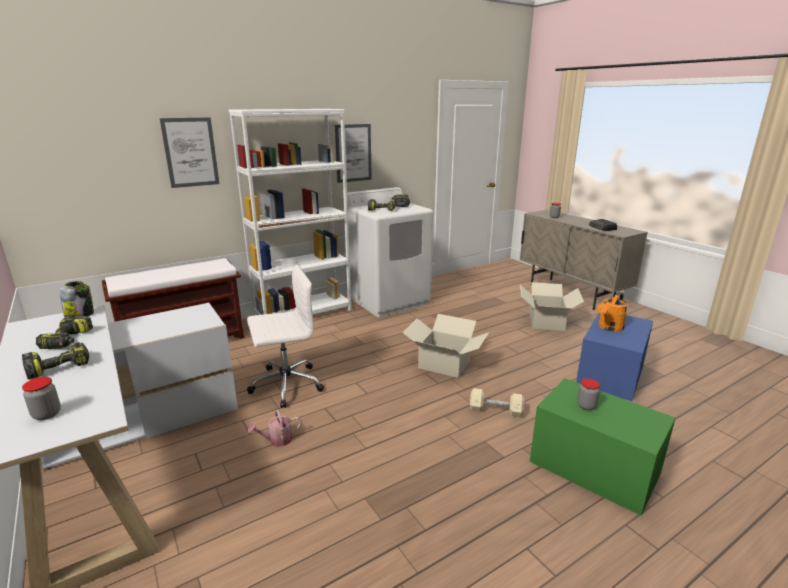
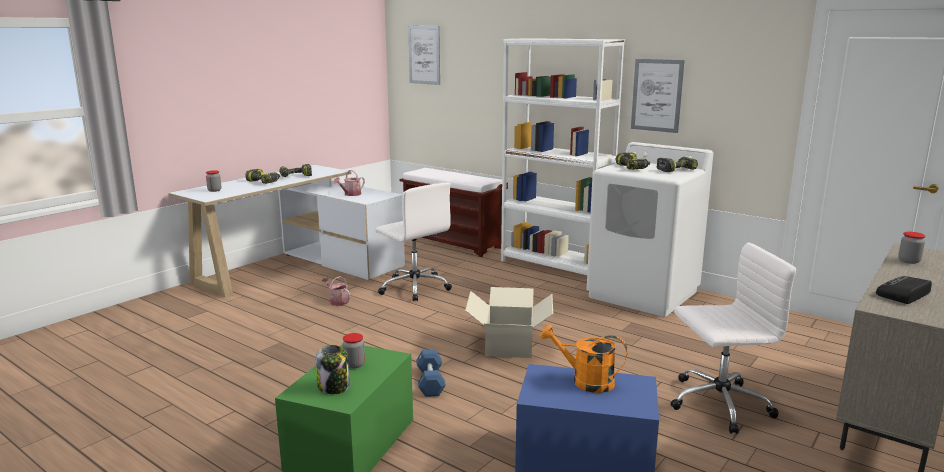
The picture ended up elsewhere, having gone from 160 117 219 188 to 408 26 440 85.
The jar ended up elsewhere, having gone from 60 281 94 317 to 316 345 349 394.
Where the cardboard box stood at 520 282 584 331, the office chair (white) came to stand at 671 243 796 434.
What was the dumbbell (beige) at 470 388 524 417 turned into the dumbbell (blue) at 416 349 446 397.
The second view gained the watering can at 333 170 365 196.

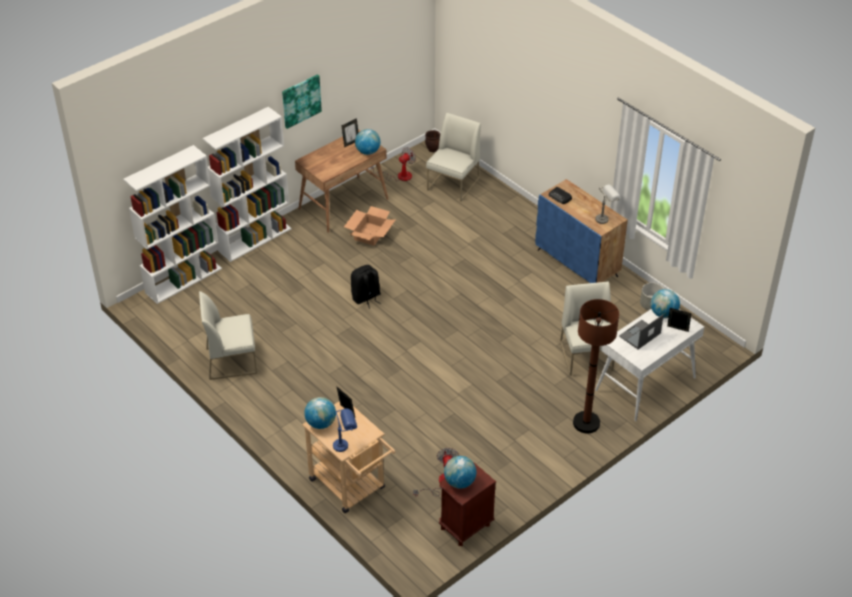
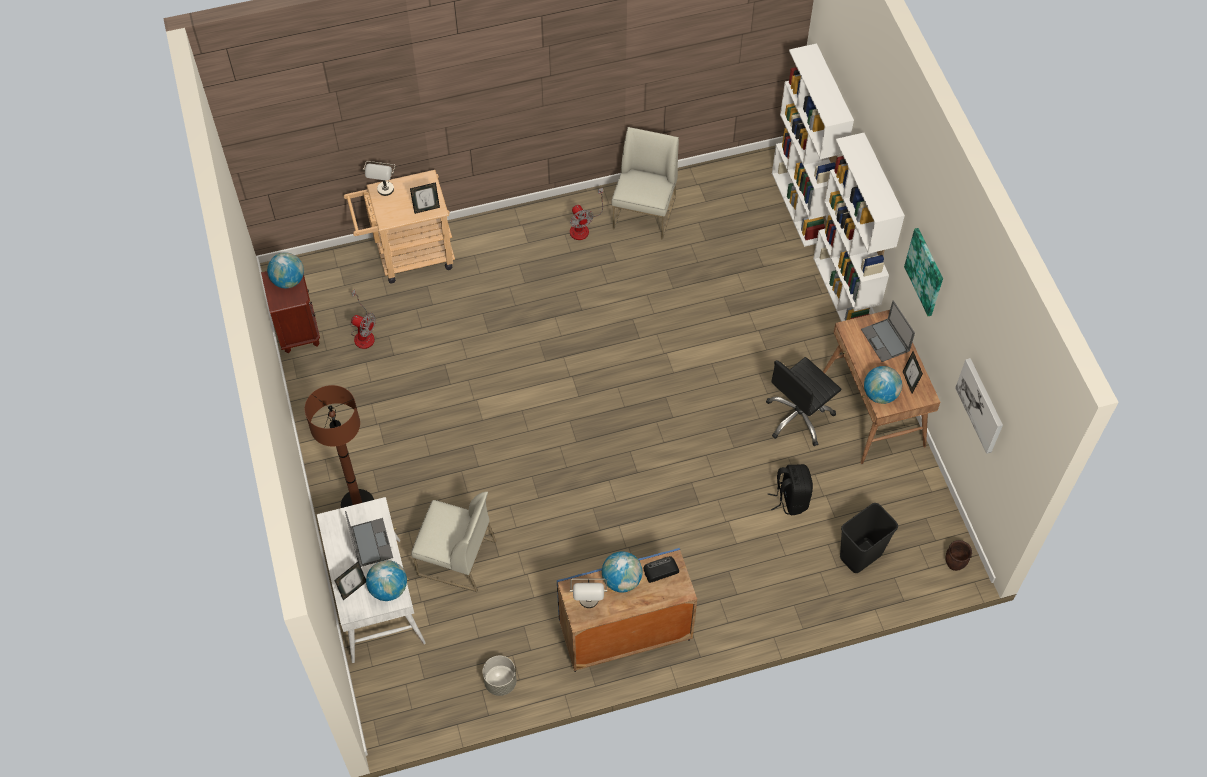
Where the chair (white) stood at 426 112 481 202, the trash can (black) came to stand at 840 503 898 573.
The fan ended up elsewhere, having gone from 370 147 416 181 to 570 188 603 240.
Where the cardboard box stood at 344 206 395 246, the office chair (black) came to stand at 766 357 841 446.
The backpack (black) ended up elsewhere, having gone from 351 265 381 309 to 768 464 813 515.
The globe ended up elsewhere, having gone from 304 397 336 429 to 602 551 642 593.
What was the table lamp (blue) at 333 408 357 452 turned into the table lamp (grey) at 363 161 396 196.
The second view gained the laptop at 861 300 915 362.
The second view gained the picture at 955 358 1003 454.

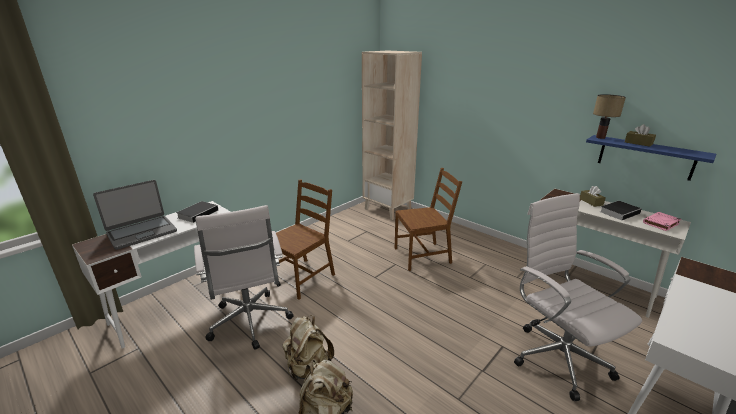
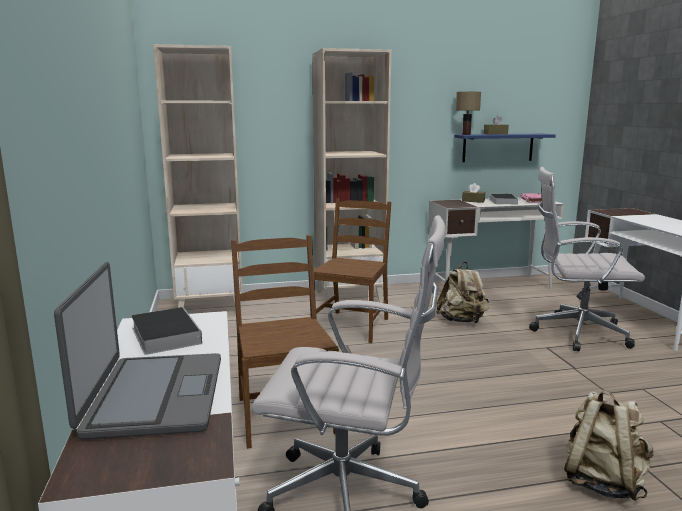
The backpack (beige) ended up elsewhere, having gone from 282 315 334 380 to 436 262 489 323.
The second view gained the bookcase (beige) at 312 48 392 303.

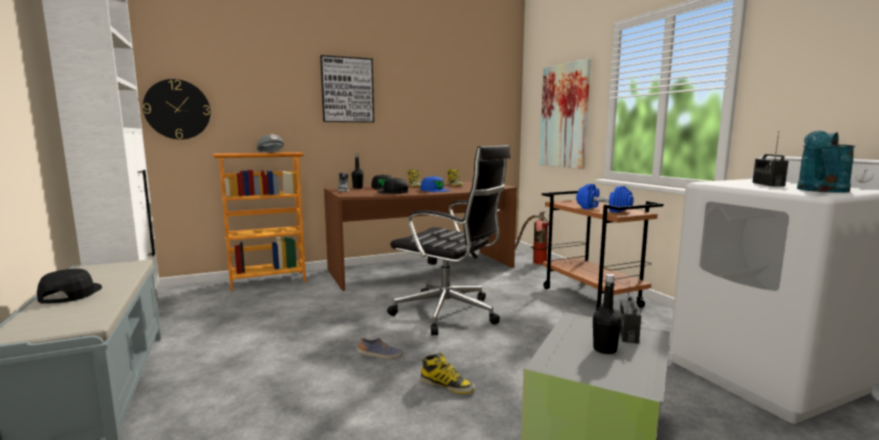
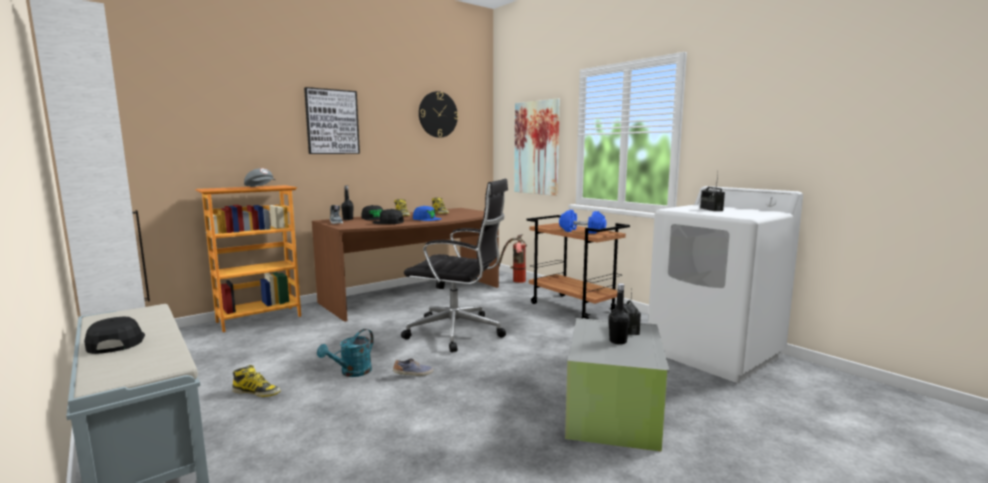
The wall clock ended up elsewhere, having gone from 143 79 210 140 to 419 91 458 138.
The watering can (turquoise) ended up elsewhere, having gone from 797 131 855 193 to 317 329 374 377.
The boot ended up elsewhere, having gone from 420 353 475 394 to 232 365 281 397.

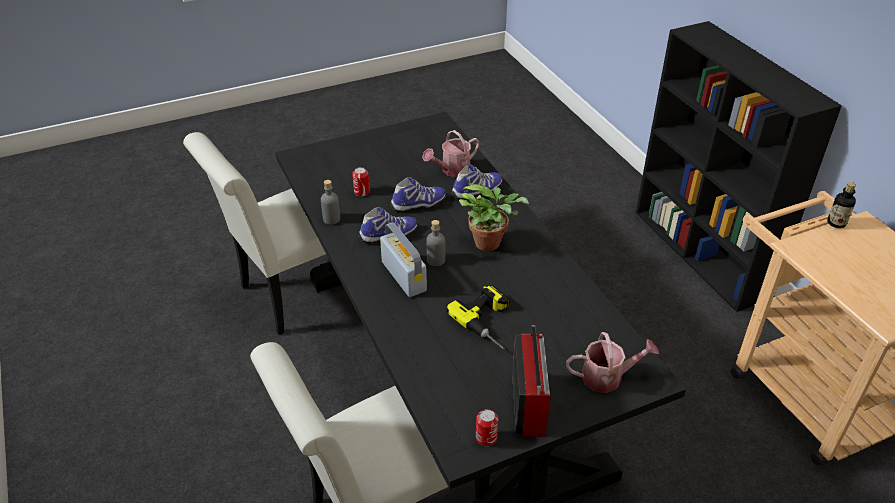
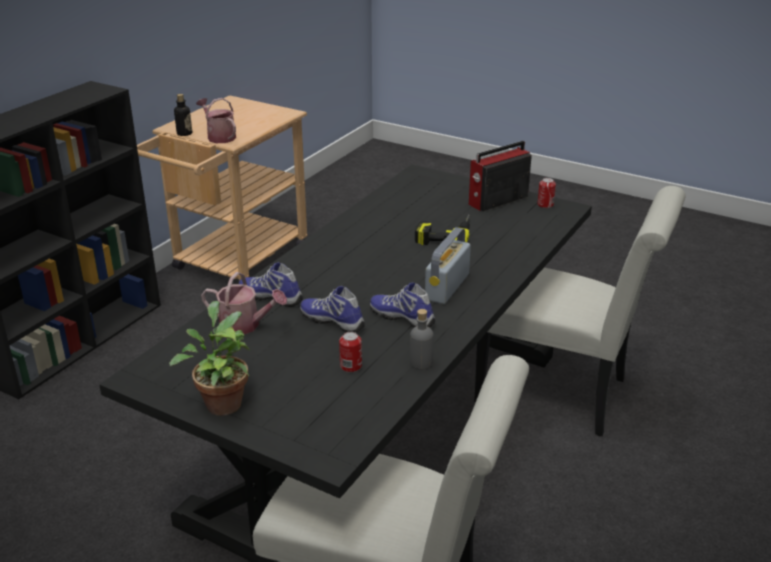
The potted plant ended up elsewhere, having gone from 459 184 529 251 to 169 301 250 416.
The second view lost the bottle (grey) at 427 220 445 266.
The watering can ended up elsewhere, having gone from 566 332 659 393 to 196 98 236 143.

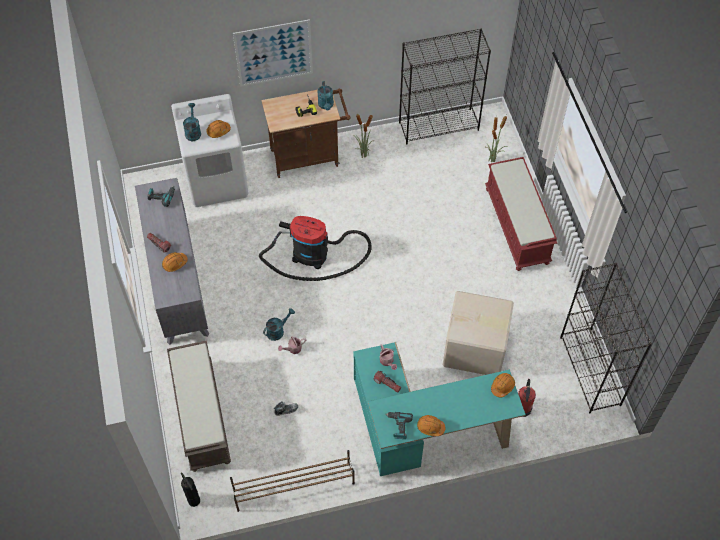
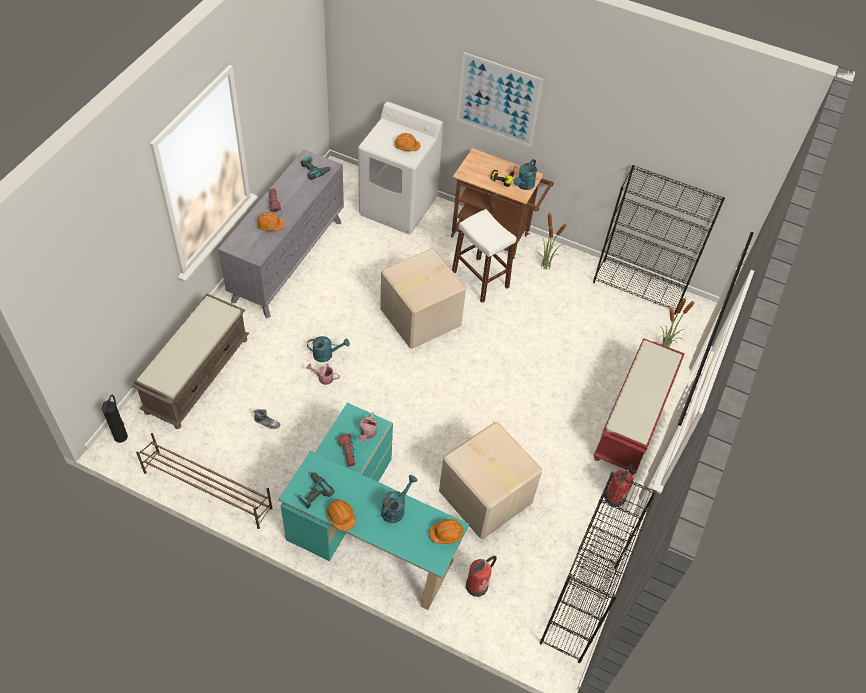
The watering can (turquoise) ended up elsewhere, having gone from 183 103 201 141 to 381 475 418 523.
Where the vacuum cleaner stood at 259 216 372 281, the cardboard box came to stand at 380 248 466 349.
The second view gained the stool (white) at 452 209 516 303.
The second view gained the fire extinguisher at 604 464 633 507.

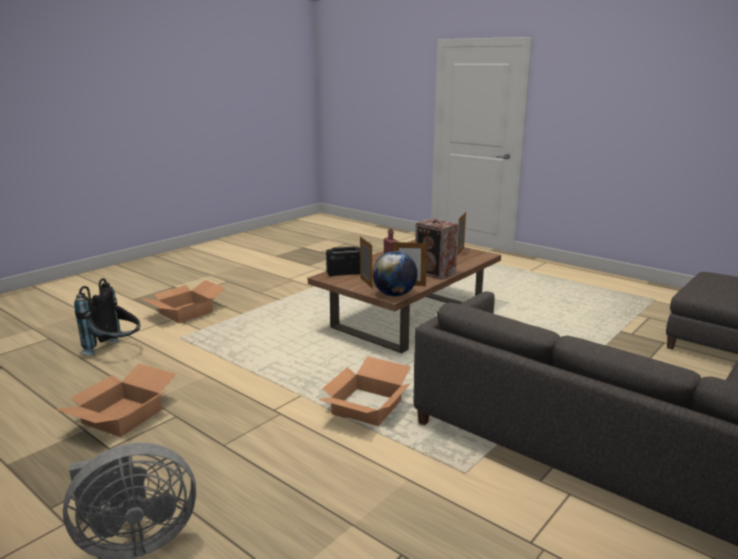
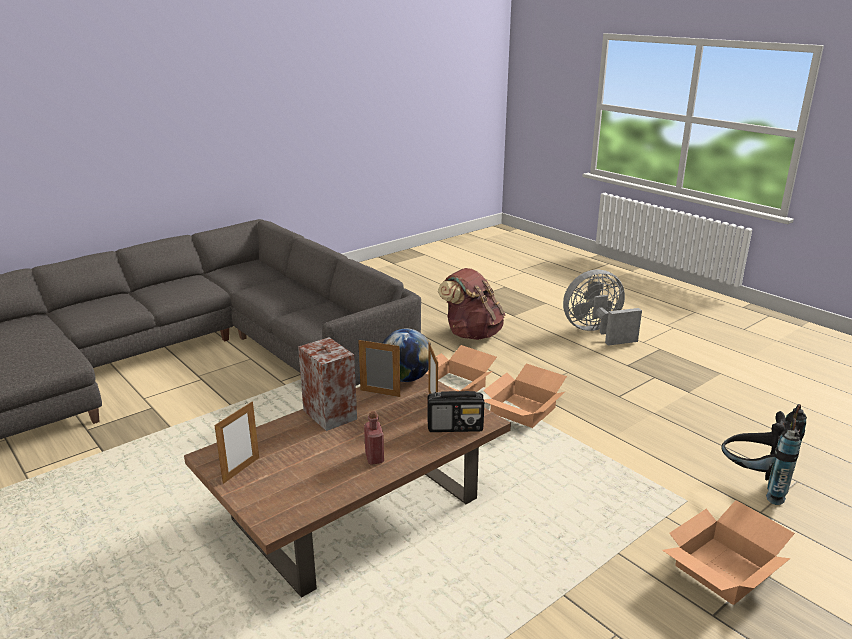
The cardboard box ended up elsewhere, having gone from 55 363 176 437 to 483 363 567 428.
The second view gained the backpack (brown) at 438 268 505 340.

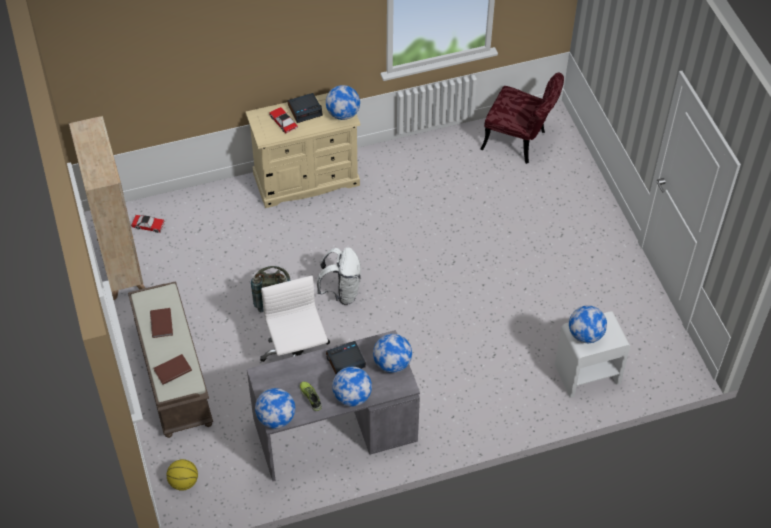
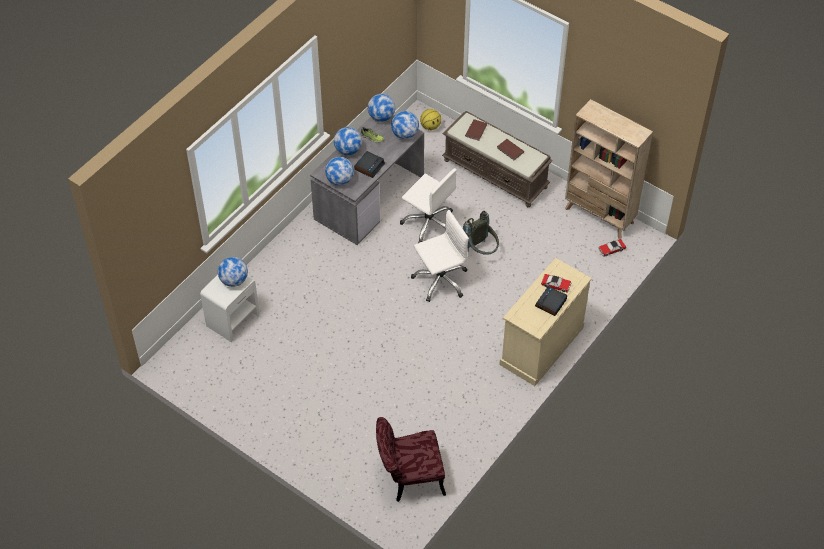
The globe ended up elsewhere, having gone from 326 85 360 120 to 391 111 419 139.
Where the backpack (white) stood at 317 247 361 305, the office chair (white) came to stand at 411 210 469 302.

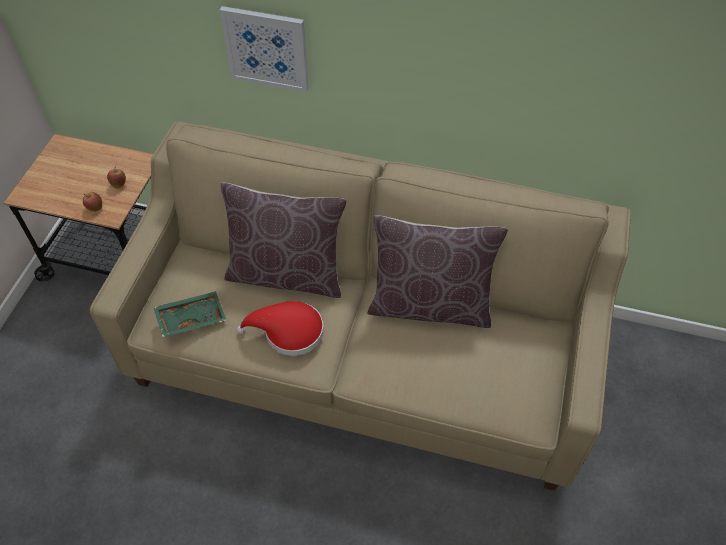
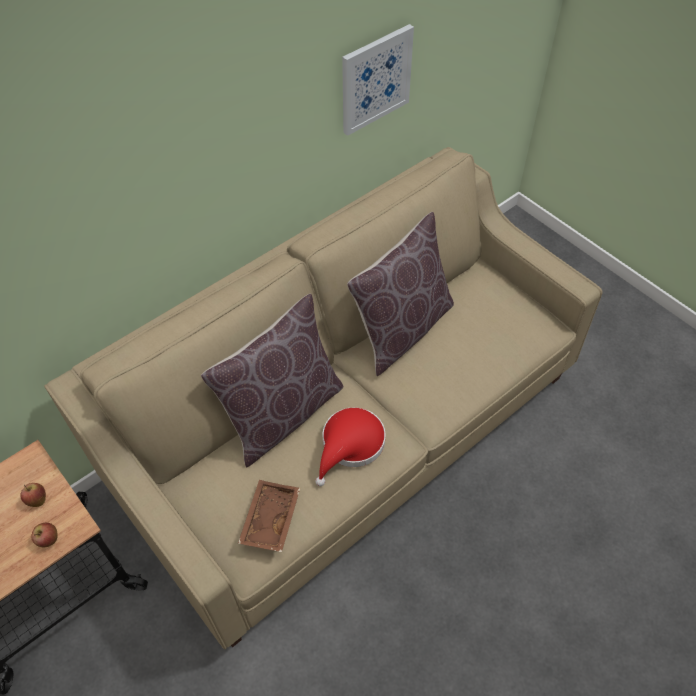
The picture ended up elsewhere, having gone from 220 6 309 93 to 342 24 414 136.
What was the tray (green) at 153 291 226 337 turned into the tray (brown) at 238 480 300 552.

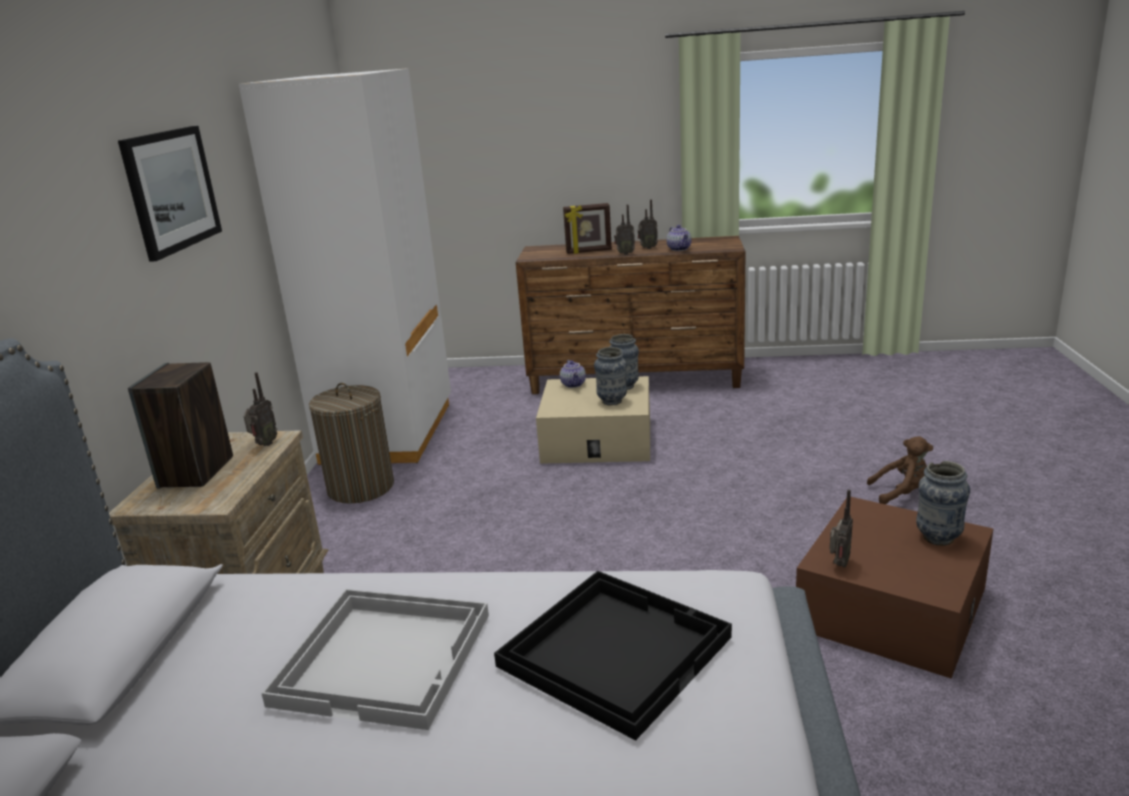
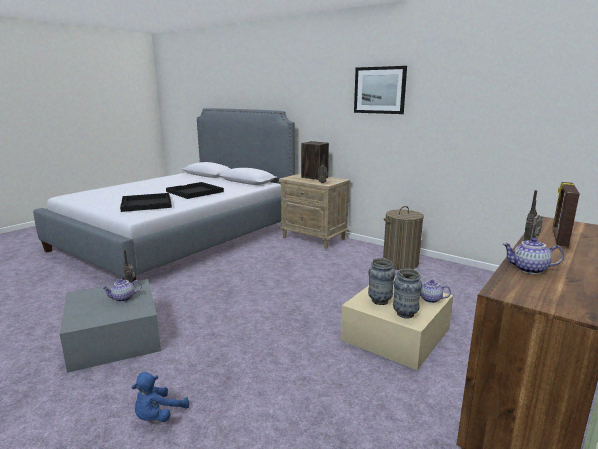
The second view lost the wardrobe (white) at 239 68 451 465.
The second view lost the radio at 637 199 658 249.
What was the plush toy (brown) at 867 436 933 504 turned into the plush toy (blue) at 132 372 190 422.
The second view lost the vase at 916 461 970 546.
What was the storage box (brown) at 796 497 993 679 turned into the storage box (grey) at 60 279 161 373.
What was the tray (white) at 261 589 489 730 turned into the tray (black) at 166 182 224 199.
The second view gained the teapot at 102 279 141 302.

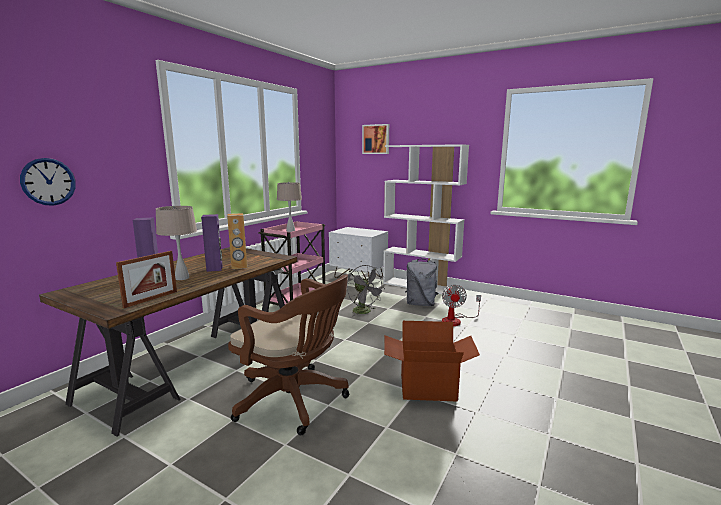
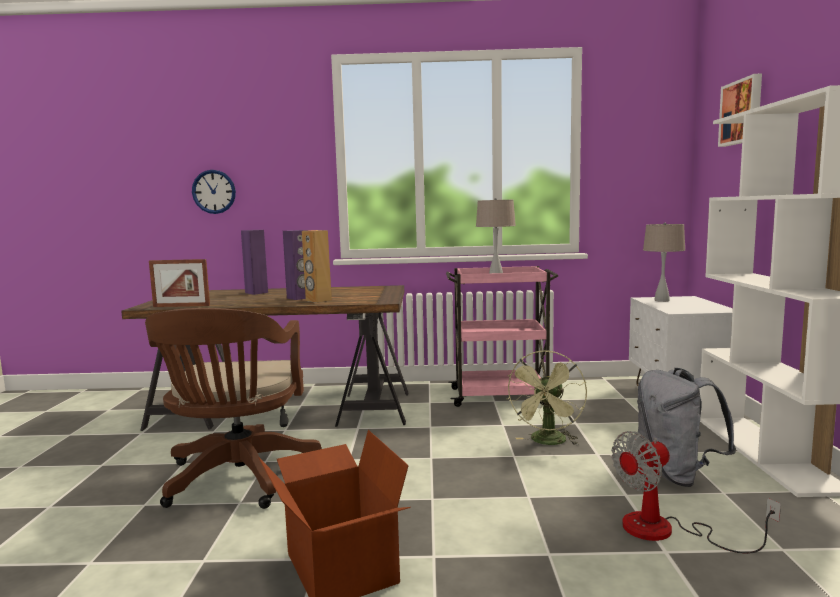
The table lamp (beige) ended up elsewhere, having gone from 156 206 197 280 to 643 222 685 302.
What was the fan (grey) at 347 265 385 316 turned into the fan (green) at 506 350 587 445.

